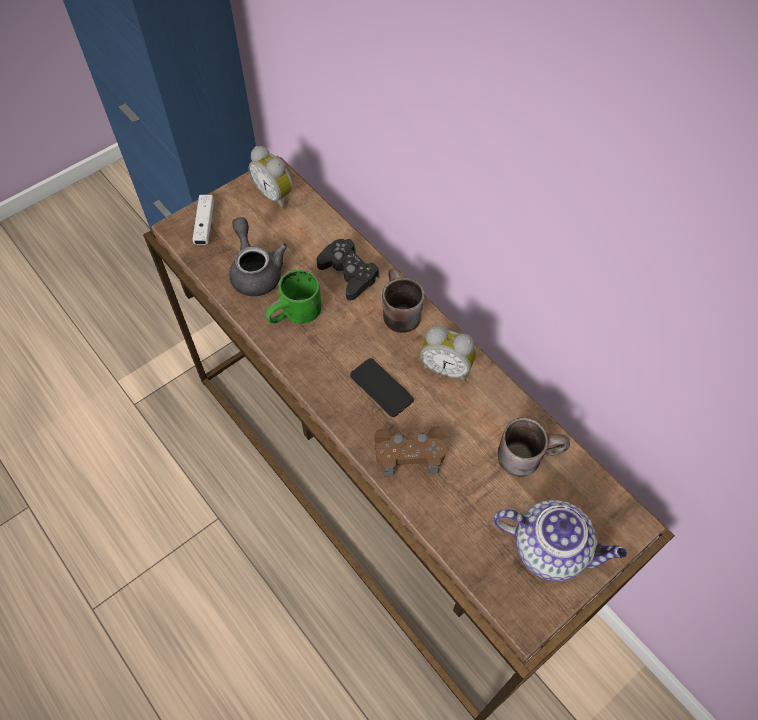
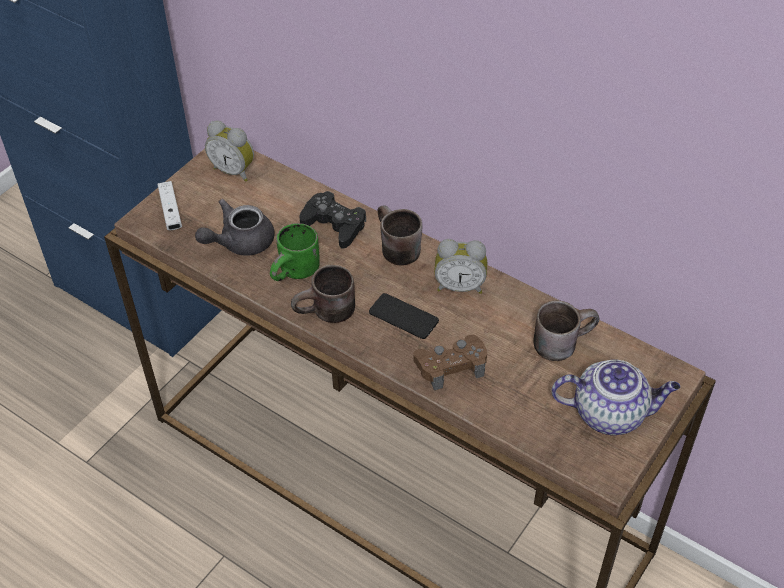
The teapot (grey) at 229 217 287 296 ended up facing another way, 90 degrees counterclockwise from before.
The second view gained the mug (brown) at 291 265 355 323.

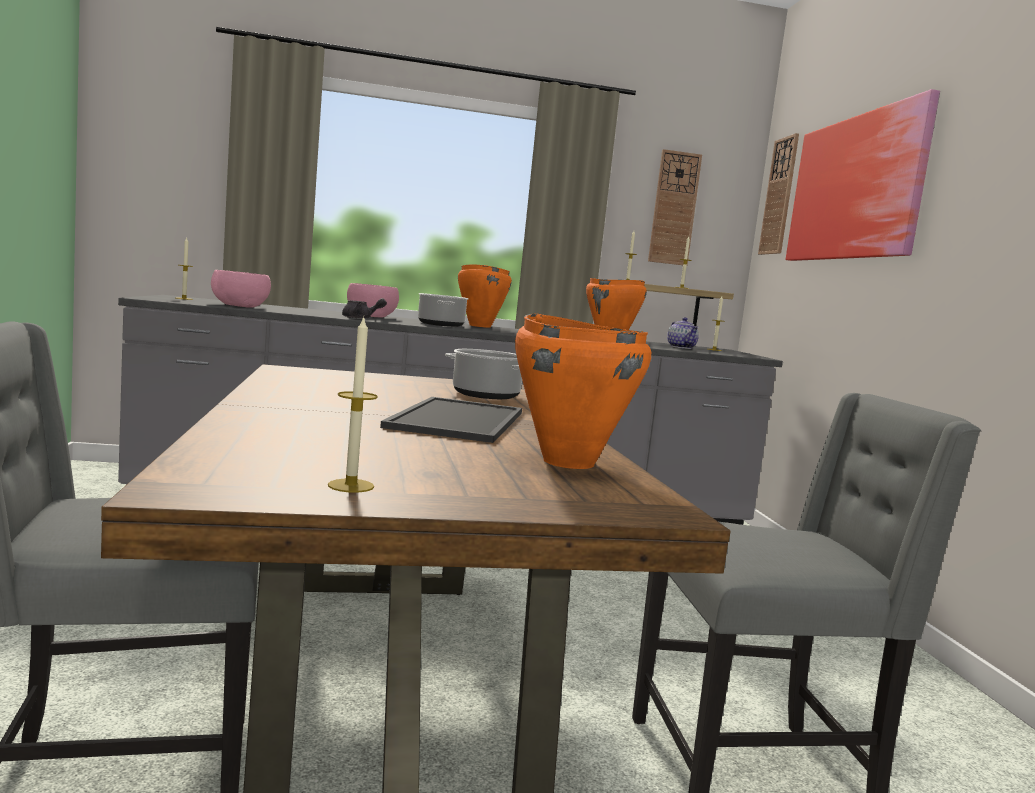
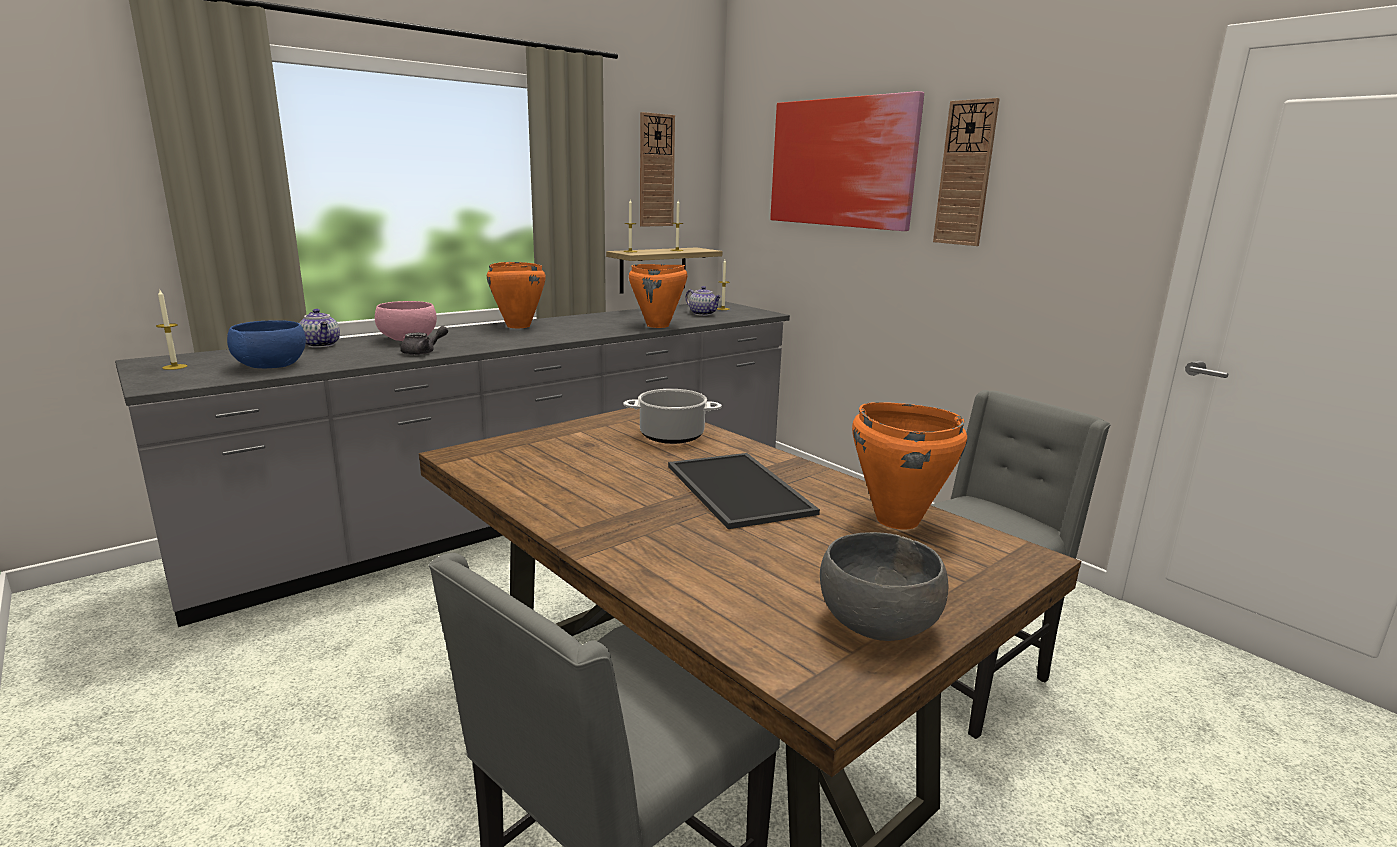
The wall clock ended up elsewhere, having gone from 758 133 799 255 to 933 98 1000 246.
What was the bowl (pink) at 211 270 271 308 turned into the bowl (blue) at 227 320 306 368.
The second view lost the cooking pot at 418 293 468 327.
Where the candle stood at 328 316 378 493, the bowl (grey) came to stand at 820 532 949 641.
The second view gained the teapot at 299 309 340 348.

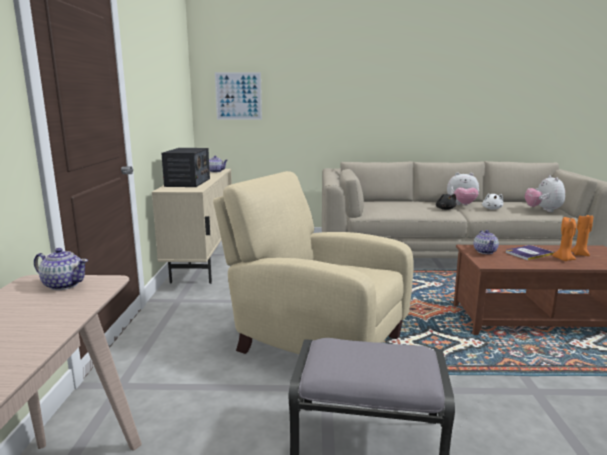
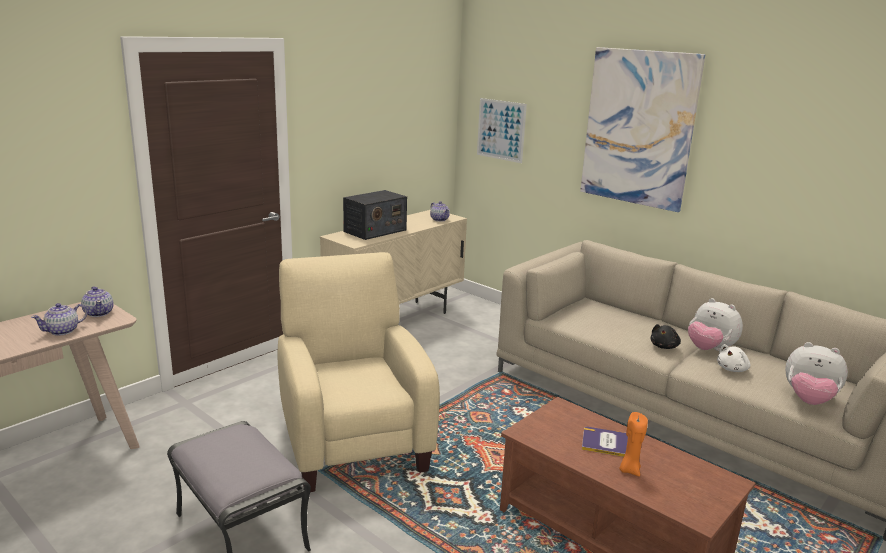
The plush toy at 525 175 565 212 ended up facing another way, 105 degrees counterclockwise from before.
The second view lost the candle (orange) at 571 213 593 256.
The teapot ended up elsewhere, having gone from 474 230 499 254 to 31 303 87 336.
The second view gained the picture at 580 47 705 212.

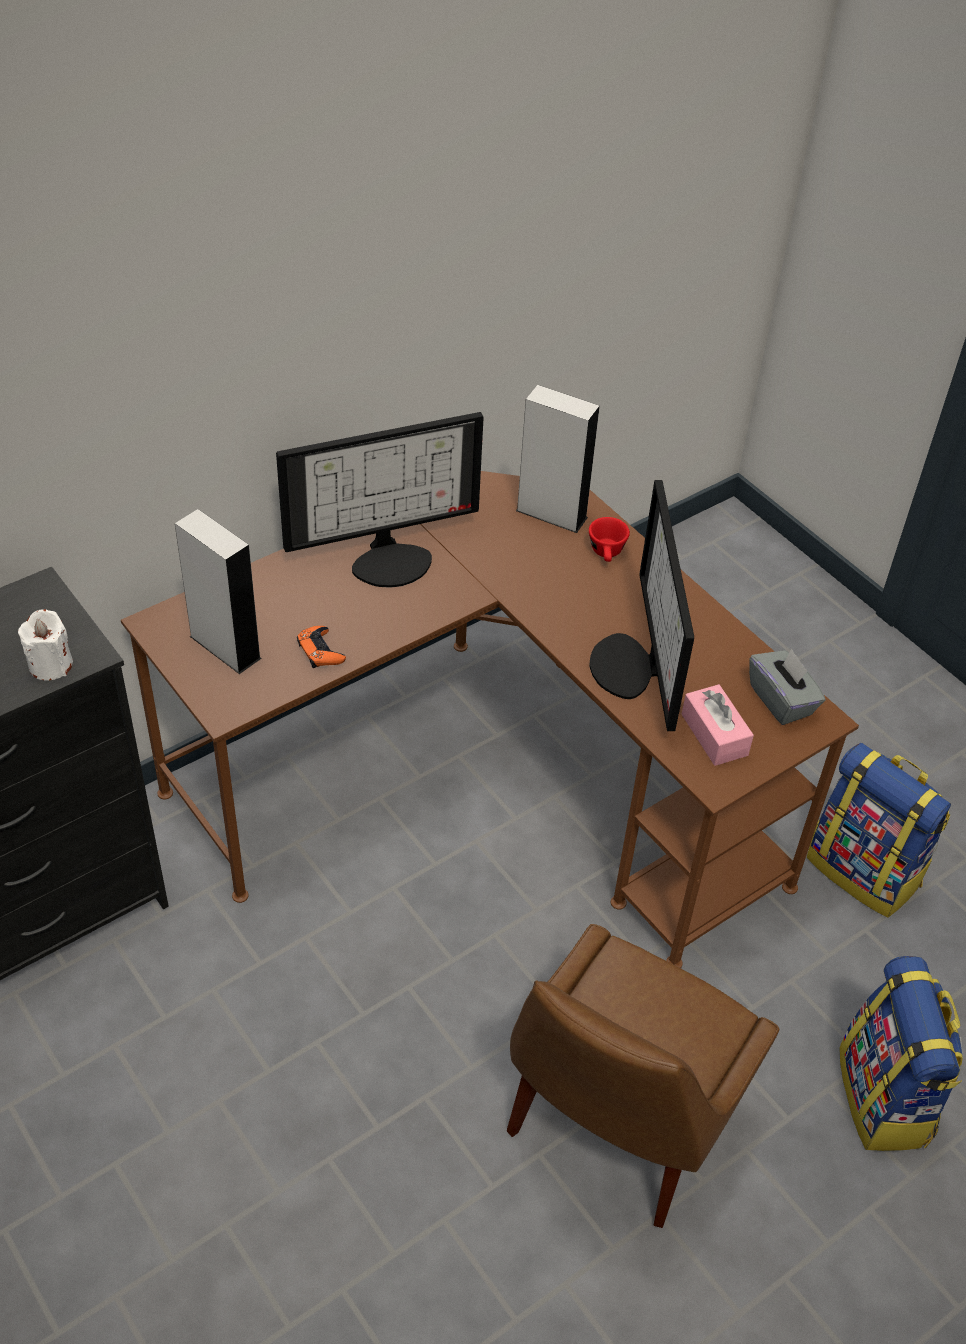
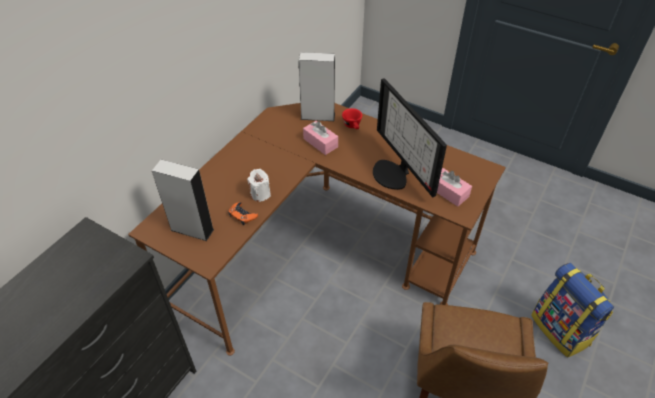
The second view lost the monitor at 276 412 484 587.
The candle (white) ended up elsewhere, having gone from 18 609 73 681 to 247 169 271 202.
The second view lost the tissue box (grey) at 749 649 826 725.
The second view lost the backpack at 807 743 951 918.
The second view gained the tissue box (pink) at 303 121 338 155.

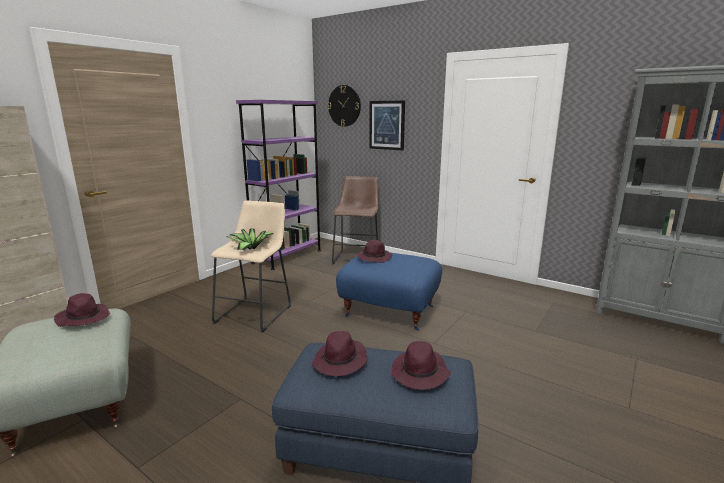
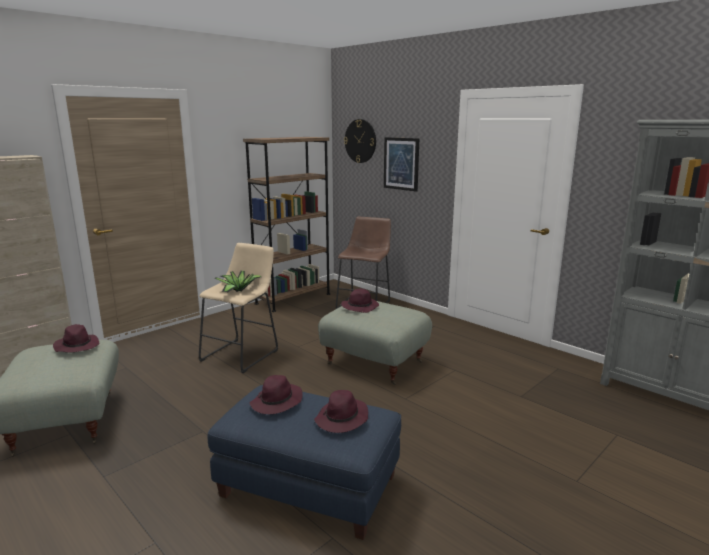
What was the bookcase (purple) at 236 100 321 270 turned into the bookcase (brown) at 243 137 330 312.
What was the ottoman (blue) at 336 252 442 331 turned into the ottoman (grey) at 318 301 432 385.

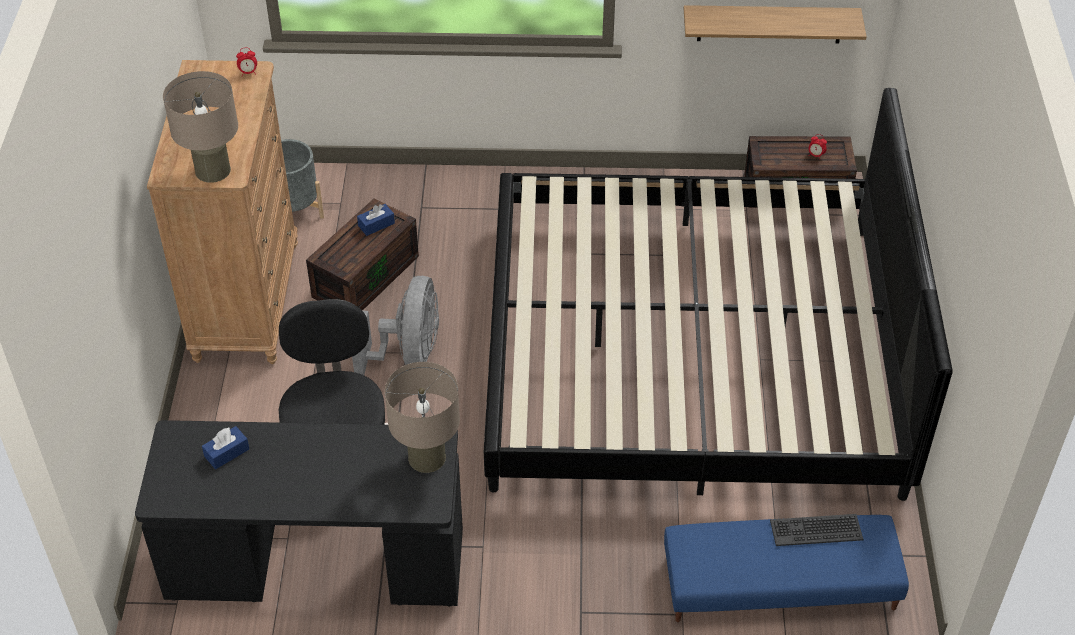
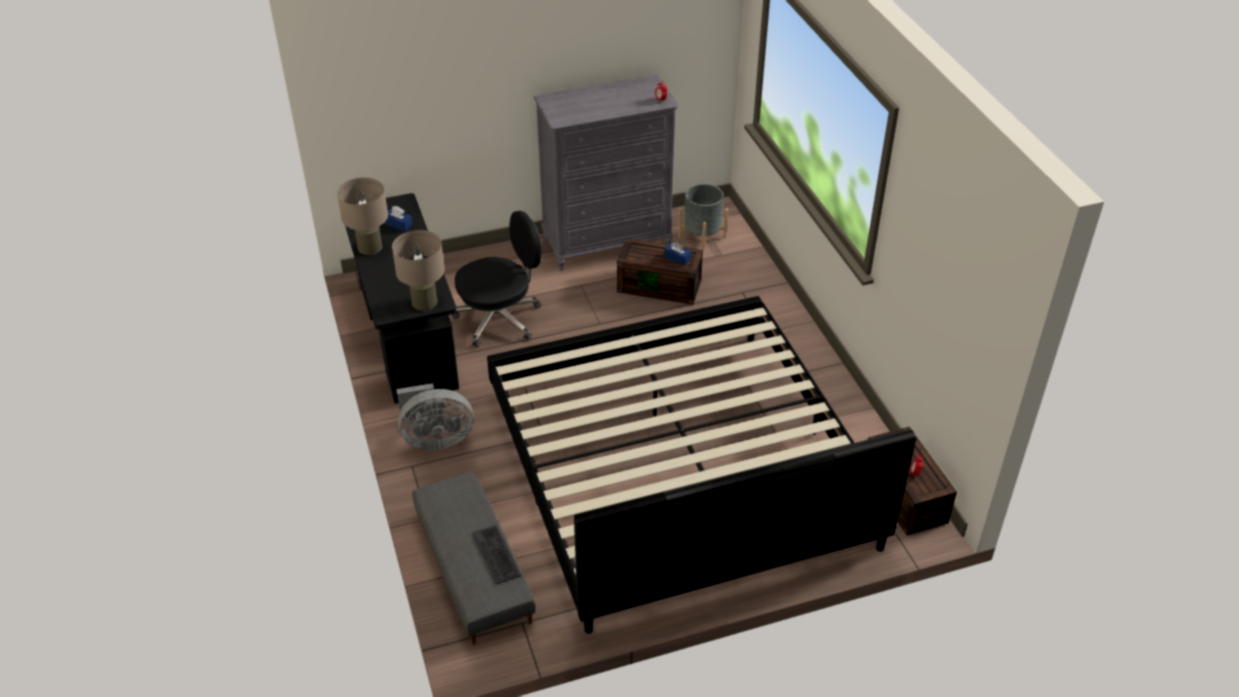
The second view lost the shelf at 684 5 867 43.
What was the dresser (brown) at 147 60 298 364 turned into the dresser (grey) at 534 74 678 271.
The table lamp (beige) ended up elsewhere, having gone from 163 71 238 183 to 337 178 388 255.
The fan (grey) ended up elsewhere, having gone from 352 276 439 375 to 396 383 474 450.
What was the ottoman (blue) at 664 515 909 622 turned into the ottoman (grey) at 412 472 535 644.

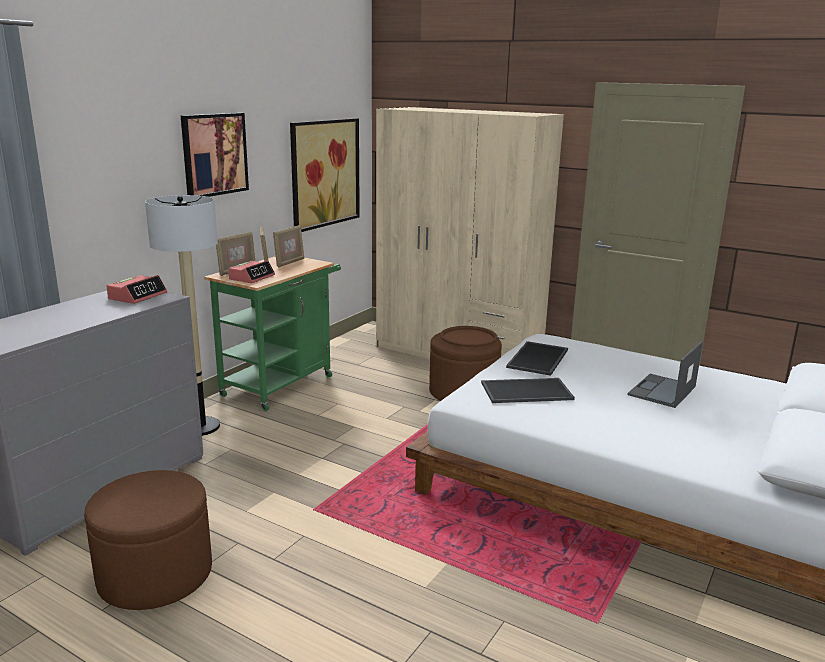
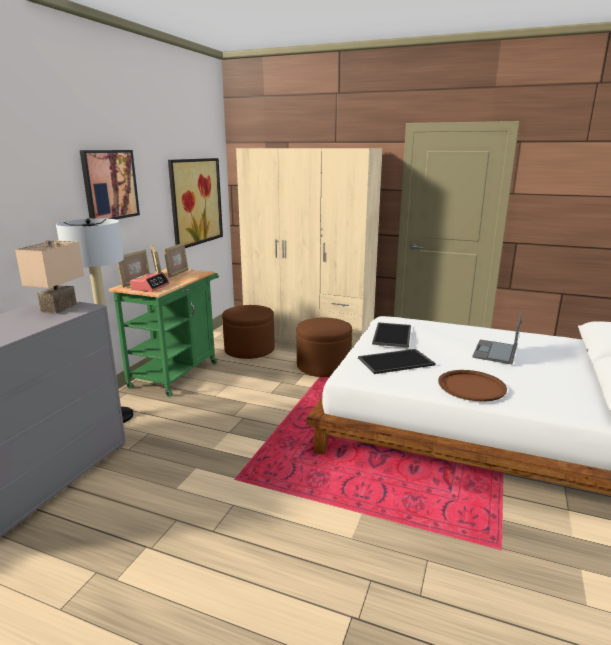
Where the alarm clock stood at 106 275 167 304, the table lamp (beige) came to stand at 15 240 84 314.
The tray (brown) ended up elsewhere, having gone from 440 326 497 347 to 438 370 507 402.
The ottoman (brown) ended up elsewhere, having gone from 84 470 212 610 to 222 305 275 359.

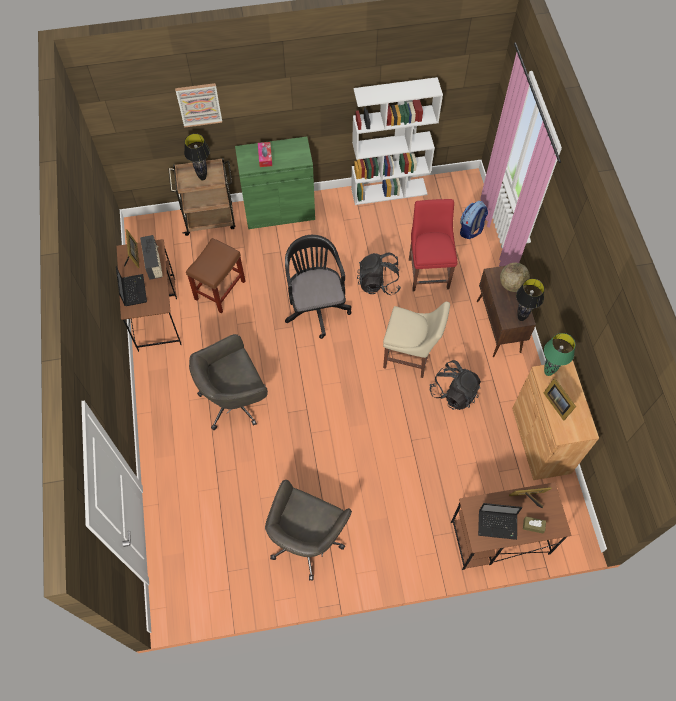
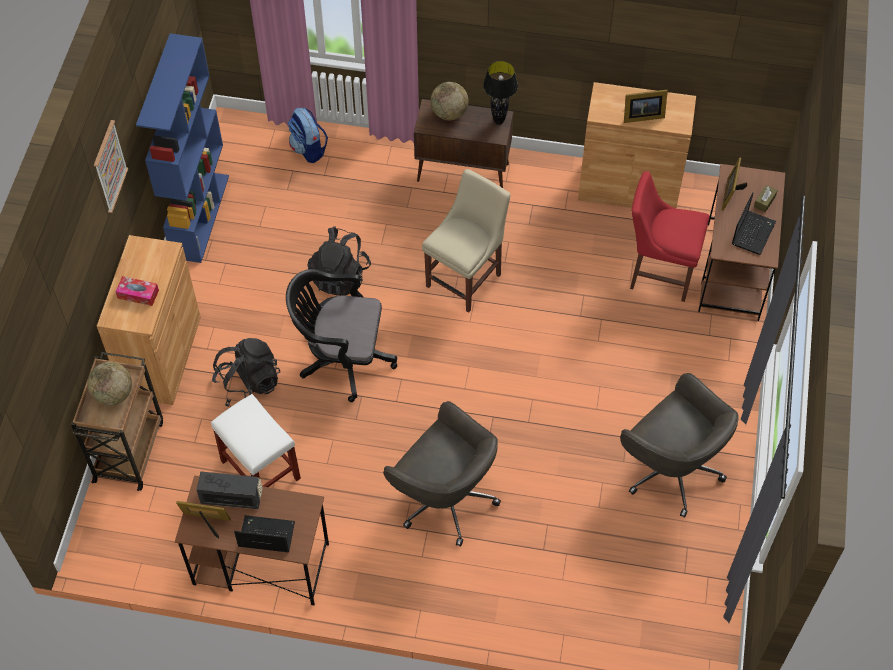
What was the bookcase (white) at 351 77 443 205 turned into the bookcase (blue) at 136 33 229 263.
The picture ended up elsewhere, having gone from 175 83 222 128 to 94 120 128 213.
Where the table lamp (black) stood at 184 133 210 181, the globe came to stand at 87 362 132 406.
What was the cabinet (green) at 235 137 315 229 turned into the cabinet (brown) at 97 235 201 405.
The chair (red) ended up elsewhere, having gone from 409 199 458 291 to 630 171 710 302.
What was the stool (brown) at 186 238 245 314 turned into the stool (white) at 211 394 301 487.
The second view lost the table lamp (green) at 544 333 575 376.
The office chair (grey) at 189 334 268 430 ended up facing another way, 45 degrees counterclockwise from before.
The backpack (black) ended up elsewhere, having gone from 430 360 481 410 to 212 338 280 407.

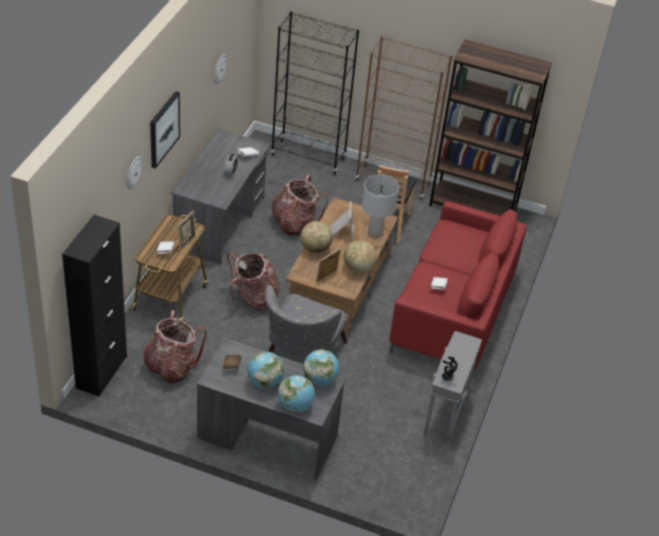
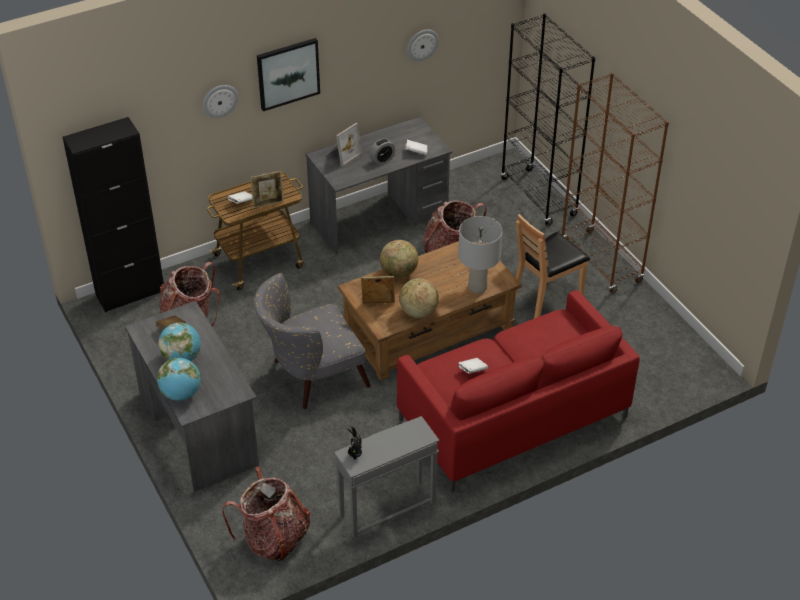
The second view lost the bookcase (brown) at 429 39 552 216.
The picture frame ended up elsewhere, having gone from 330 201 353 242 to 326 123 362 167.
The backpack ended up elsewhere, having gone from 227 252 279 310 to 222 466 310 561.
The second view lost the globe at 303 349 339 386.

